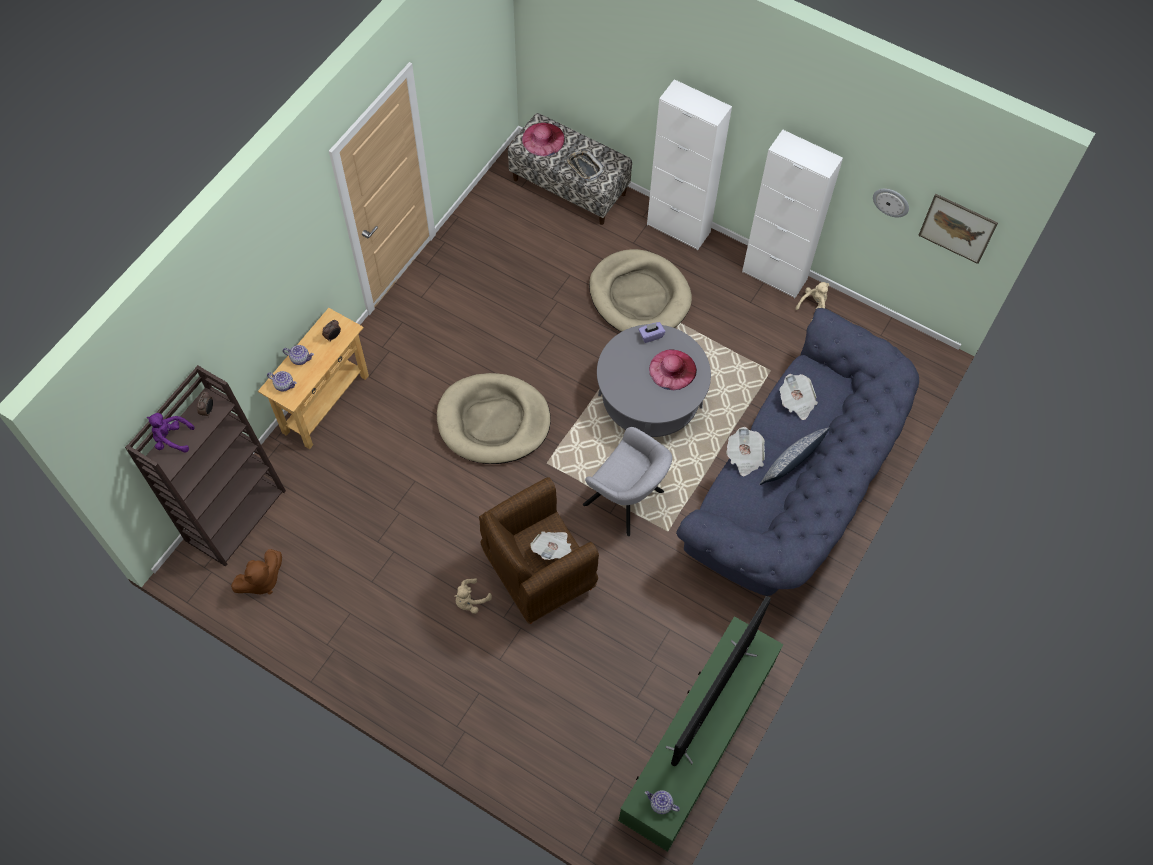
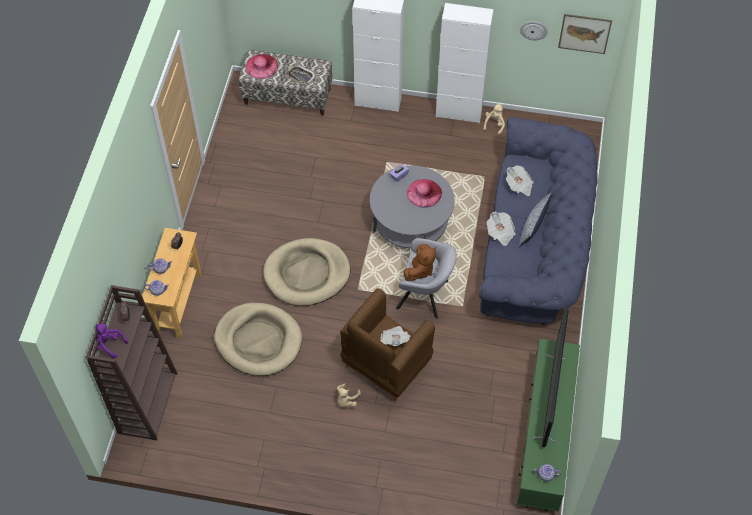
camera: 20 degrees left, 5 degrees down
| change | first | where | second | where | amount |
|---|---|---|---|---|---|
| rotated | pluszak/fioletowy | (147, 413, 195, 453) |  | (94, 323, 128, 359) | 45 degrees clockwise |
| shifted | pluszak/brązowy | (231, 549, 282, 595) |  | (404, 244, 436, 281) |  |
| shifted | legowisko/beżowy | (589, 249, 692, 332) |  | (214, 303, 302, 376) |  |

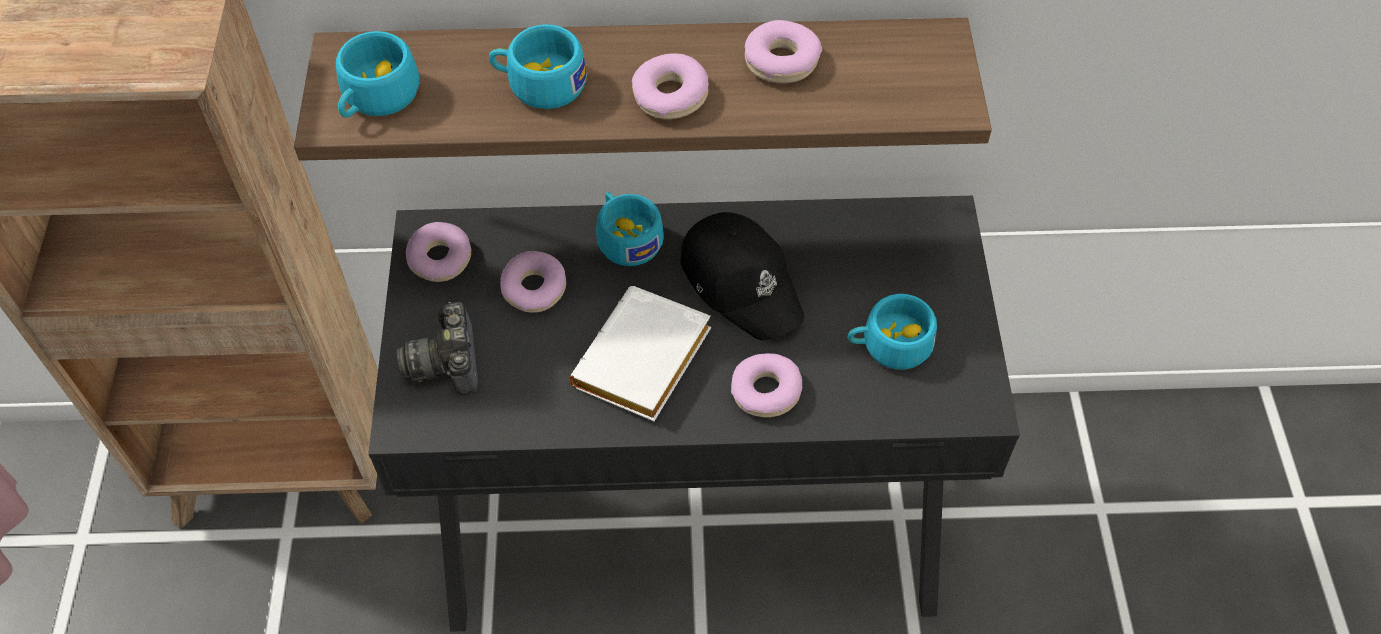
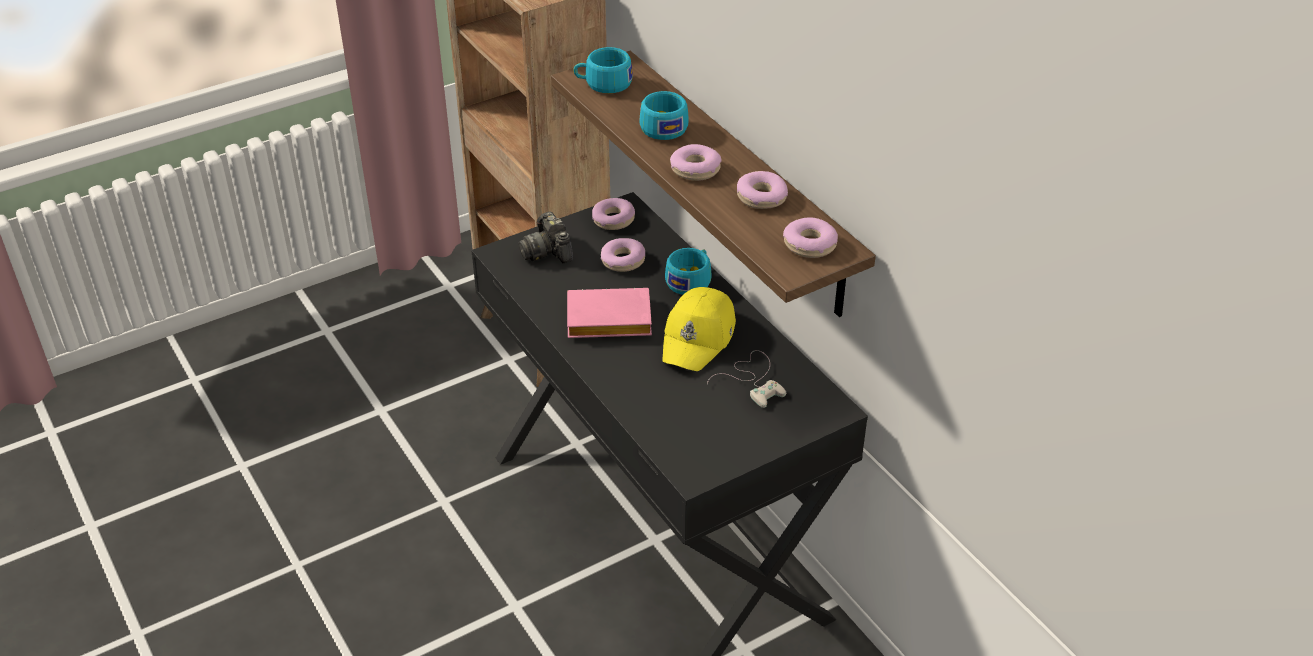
camera: 60 degrees right, 15 degrees down
| change | first | where | second | where | amount |
|---|---|---|---|---|---|
| rotated | aparat fotograficzny | (396, 302, 479, 395) |  | (518, 212, 573, 263) | 75 degrees counterclockwise |
| repainted | książka/biały | (569, 286, 711, 421) | książka/różowy | (567, 287, 652, 338) |  |
| repainted | czapka z daszkiem/czarny | (680, 212, 804, 340) | czapka z daszkiem/żółty | (662, 287, 736, 371) |  |
| shifted | donut | (731, 353, 802, 417) |  | (783, 217, 838, 258) |  |
| gone | filiżanka/turkusowy | (848, 294, 937, 370) |  |  |  |
| new |  |  | pad do gier/biały | (707, 350, 786, 408) |  |

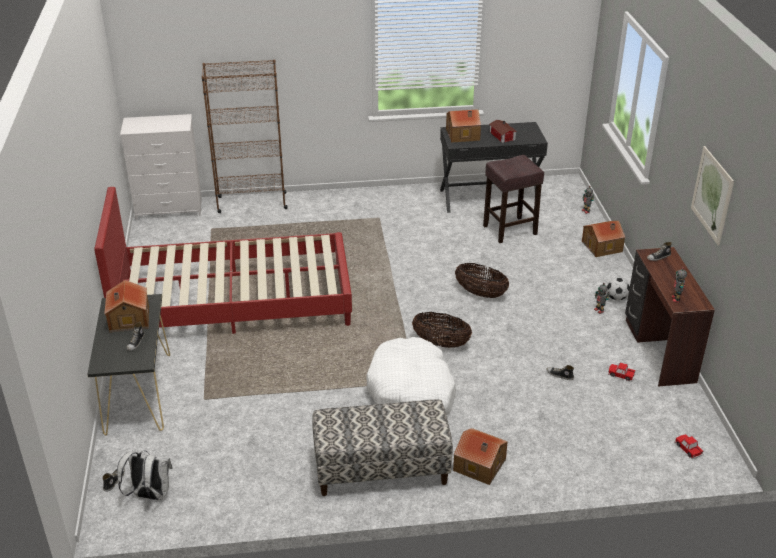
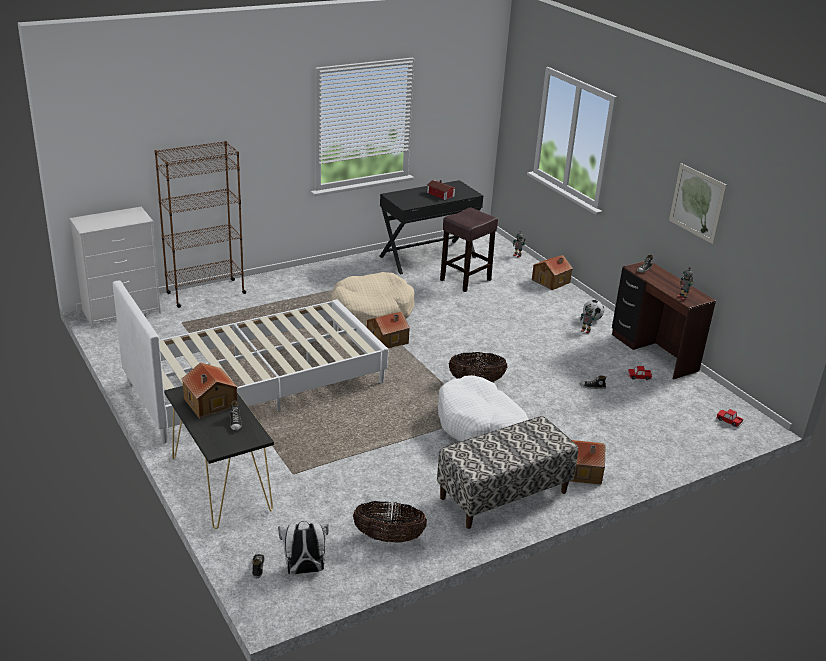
camera: 25 degrees left, 5 degrees down
| change | first | where | second | where | amount |
|---|---|---|---|---|---|
| repainted | łóżko/czerwony | (94, 187, 352, 334) | łóżko/biały | (113, 281, 388, 444) |  |
| shifted | domek | (446, 109, 481, 143) |  | (367, 312, 410, 348) |  |
| shifted | koszyk | (455, 263, 509, 298) |  | (353, 501, 427, 543) |  |
| new |  |  | legowisko/beżowy | (330, 272, 414, 327) |  |

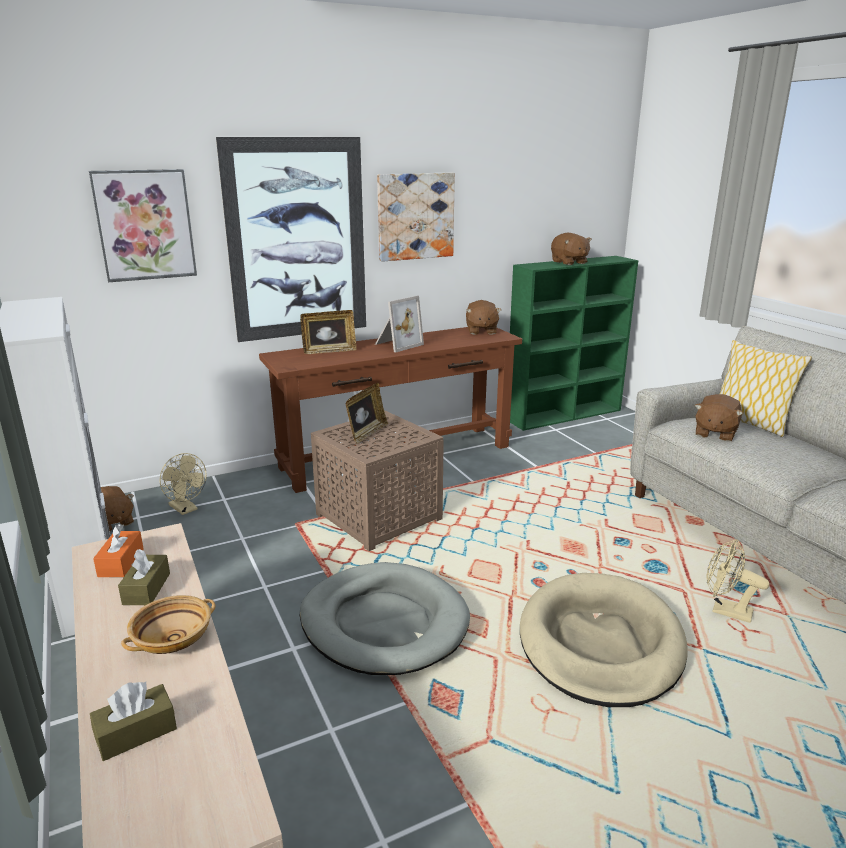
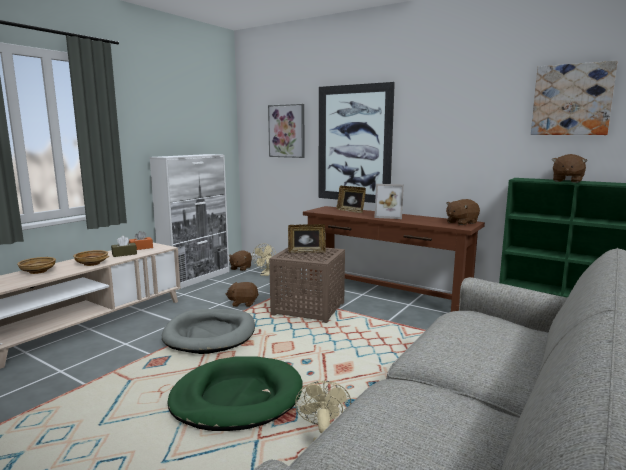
camera: 60 degrees right, 10 degrees down
| change | first | where | second | where | amount |
|---|---|---|---|---|---|
| swapped | pudełko chusteczek/brązowy | (90, 682, 177, 761) | miska/beżowy | (17, 257, 56, 274) |  |
| shifted | obraz | (377, 173, 455, 262) |  | (531, 61, 618, 135) |  |
| repainted | legowisko/beżowy | (520, 573, 688, 707) | legowisko/zielony | (168, 356, 302, 431) |  |
| shifted | pluszak/brązowy | (695, 394, 743, 441) |  | (226, 282, 259, 307) |  |
| gone | poduszka | (719, 340, 812, 437) |  |  |  |

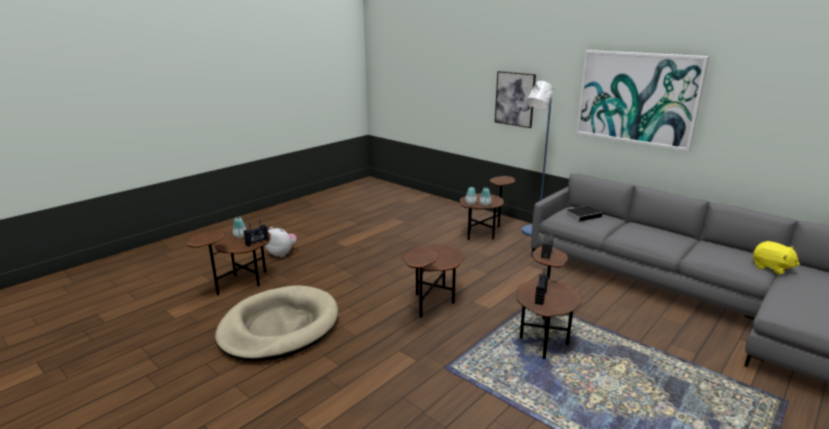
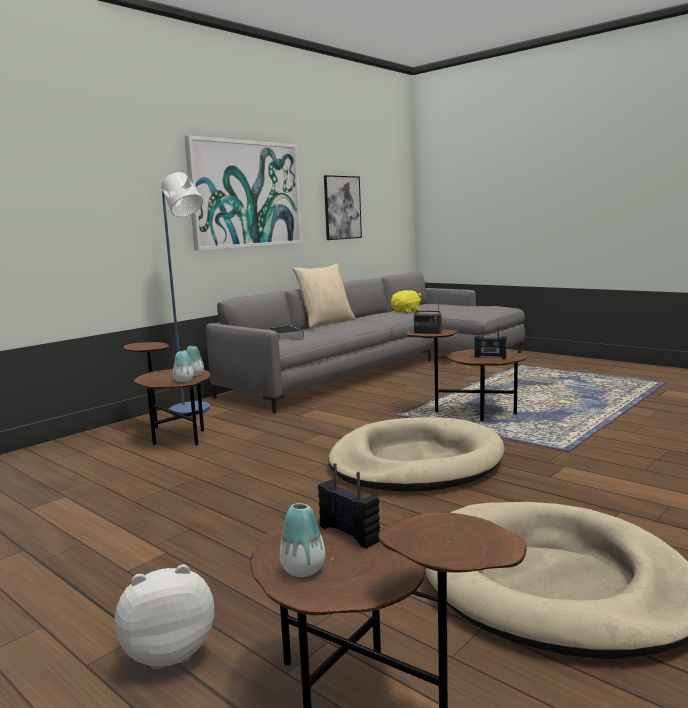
camera: 90 degrees left, 10 degrees down
| change | first | where | second | where | amount |
|---|---|---|---|---|---|
| rotated | pluszak | (265, 227, 297, 258) |  | (115, 564, 214, 669) | 45 degrees clockwise |
| swapped | stolik/brązowy | (402, 244, 465, 317) | legowisko/beżowy | (329, 418, 505, 492) |  |
| shifted | obraz | (495, 71, 536, 128) |  | (324, 175, 362, 240) |  |
| new |  |  | poduszka/beżowy | (293, 263, 356, 329) |  |

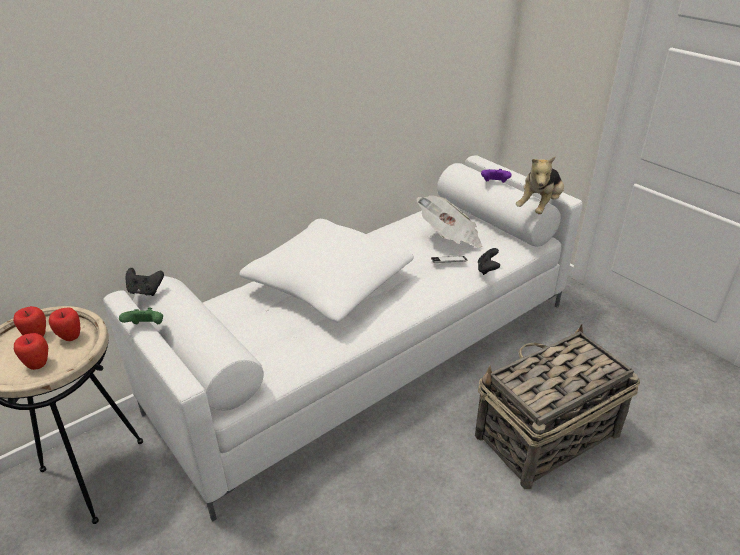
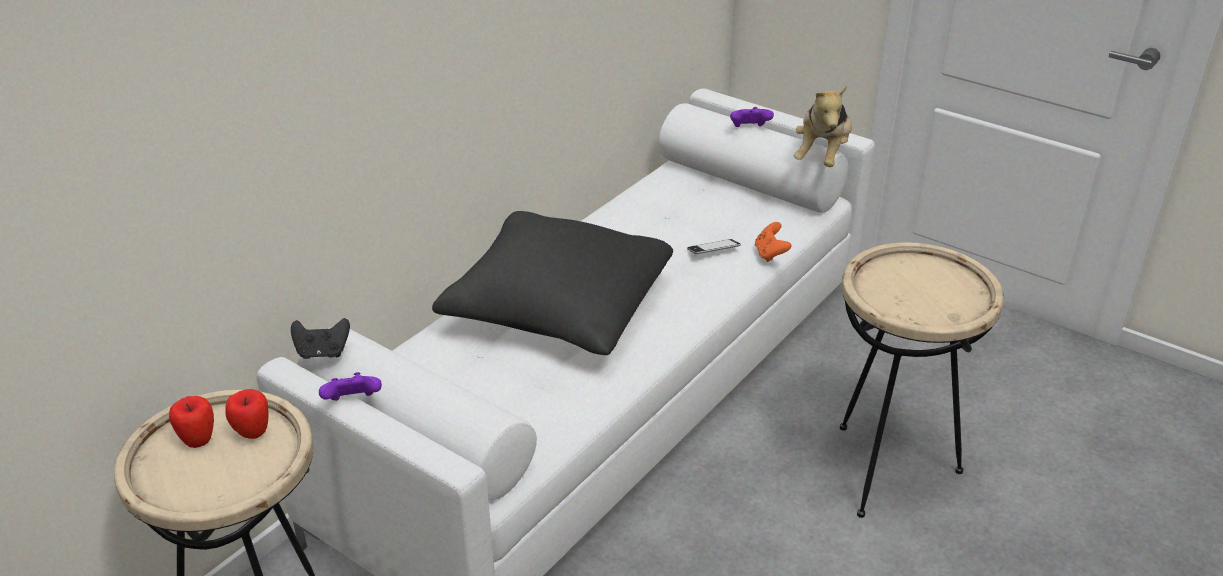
camera: 15 degrees left, 0 degrees up
| change | first | where | second | where | amount |
|---|---|---|---|---|---|
| gone | jabłko | (14, 333, 48, 370) |  |  |  |
| repainted | pad do gier/zielony | (119, 308, 163, 325) | pad do gier/fioletowy | (319, 372, 382, 401) |  |
| repainted | poduszka/biały | (240, 219, 414, 322) | poduszka/czarny | (432, 211, 673, 355) |  |
| gone | gazeta | (417, 195, 482, 248) |  |  |  |
| swapped | koszyk | (475, 324, 640, 489) | stolik/beżowy | (840, 242, 1004, 518) |  |
| repainted | pad do gier/czarny | (478, 248, 500, 275) | pad do gier/pomarańczowy | (755, 222, 791, 262) |  |

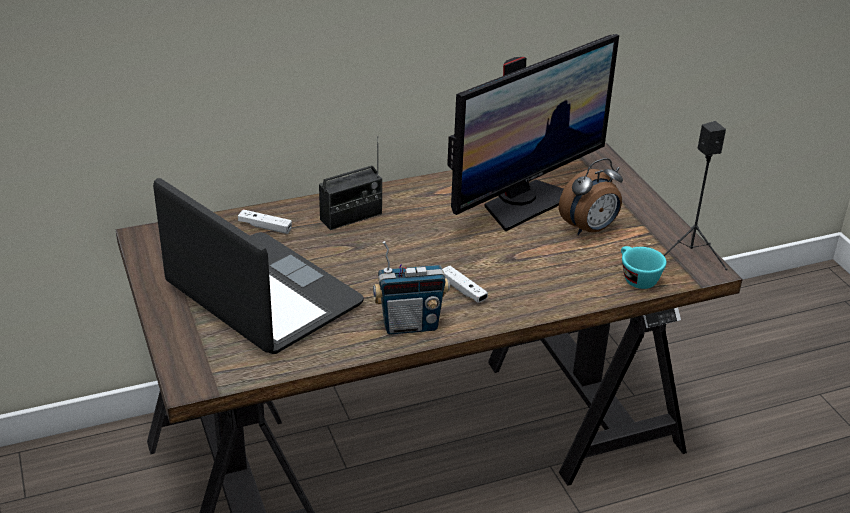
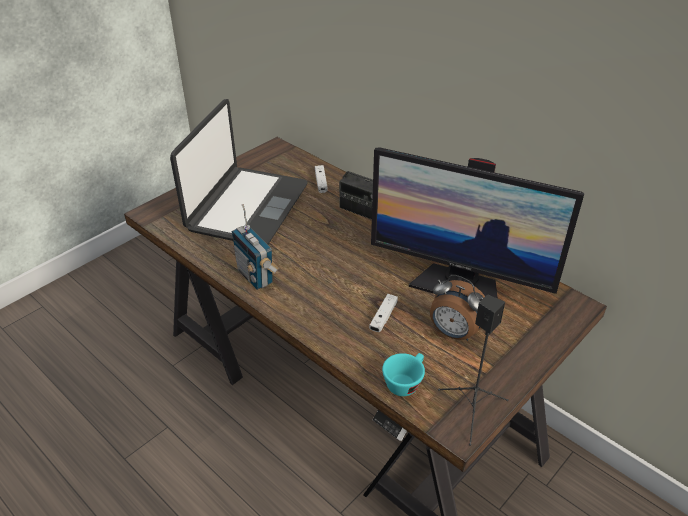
camera: 65 degrees right, 5 degrees up
| change | first | where | second | where | amount |
|---|---|---|---|---|---|
| shifted | pad do gier/biały | (442, 266, 488, 303) |  | (369, 294, 398, 332) |  |

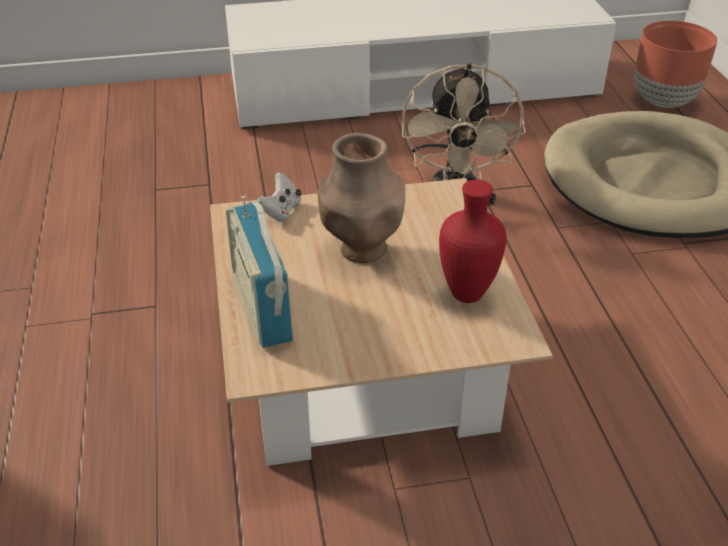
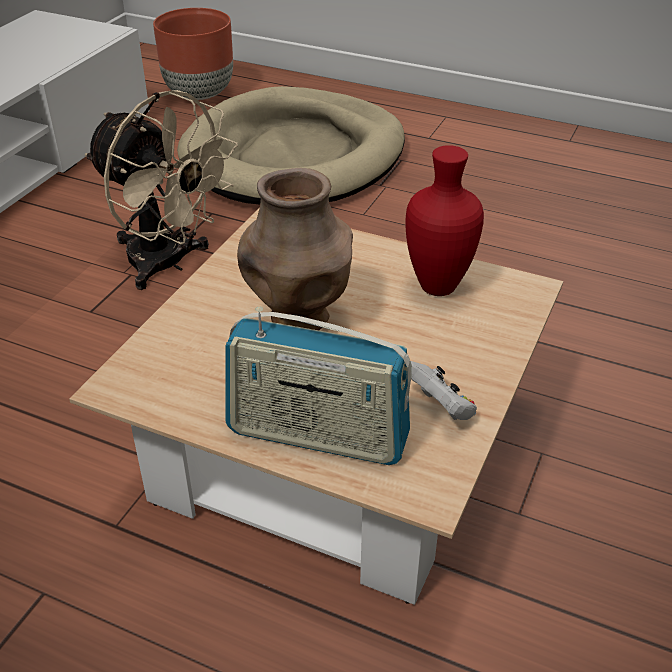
camera: 55 degrees left, 0 degrees up
| change | first | where | second | where | amount |
|---|---|---|---|---|---|
| shifted | pad do gier/biały | (256, 172, 302, 222) |  | (411, 361, 477, 420) |  |

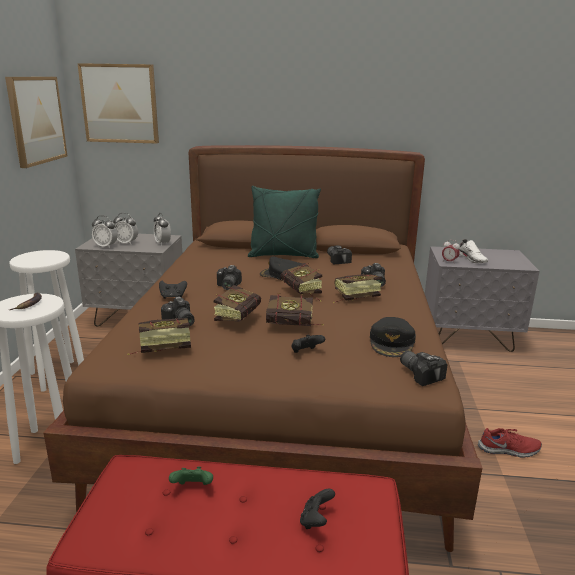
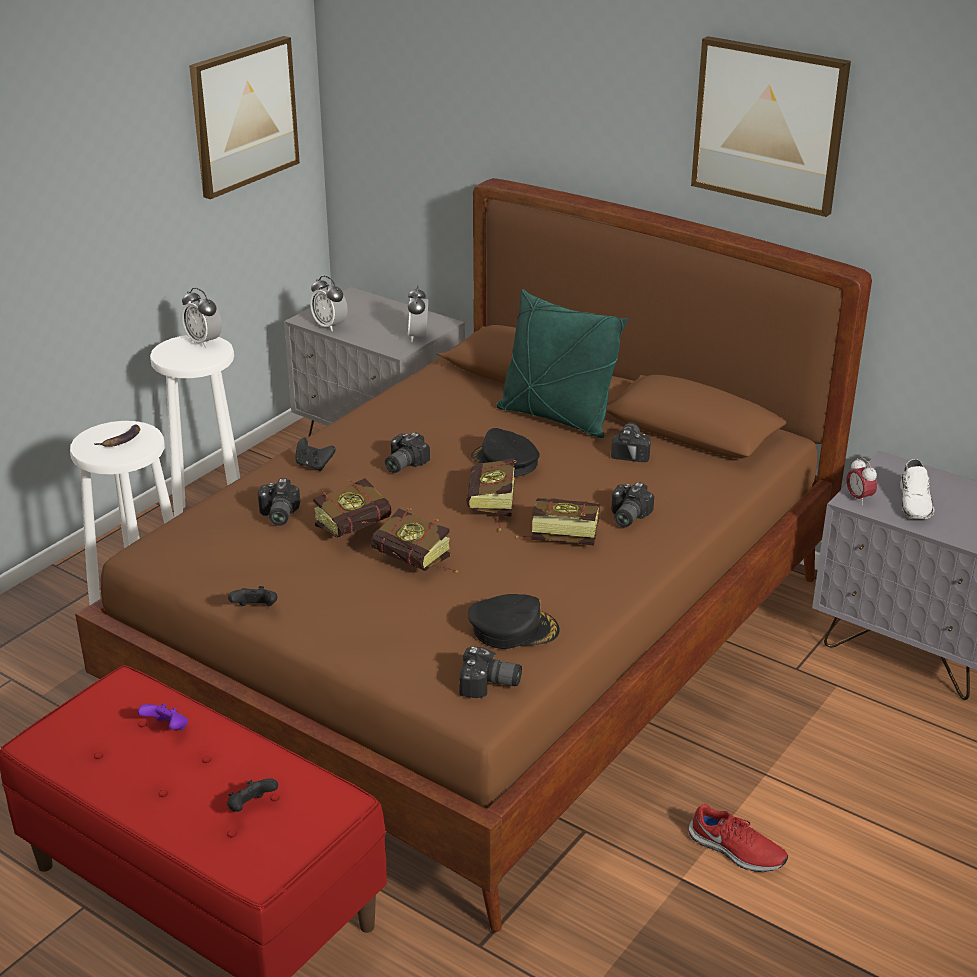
camera: 30 degrees right, 10 degrees up
| change | first | where | second | where | amount |
|---|---|---|---|---|---|
| shifted | obraz | (77, 63, 159, 144) |  | (691, 36, 851, 217) |  |
| shifted | budzik | (113, 213, 138, 245) |  | (182, 288, 222, 348) |  |
| gone | książka | (128, 318, 191, 355) |  |  |  |
| repainted | pad do gier/zielony | (169, 467, 213, 485) | pad do gier/fioletowy | (138, 703, 188, 730) |  |
| shifted | pad do gier/czarny | (291, 334, 325, 353) |  | (228, 586, 277, 607) |  |
| rotated | czapka z daszkiem/czarny | (370, 317, 416, 357) |  | (468, 594, 560, 649) | 135 degrees counterclockwise |
| rotated | aparat fotograficzny | (400, 351, 448, 386) |  | (459, 647, 522, 698) | 105 degrees clockwise |

